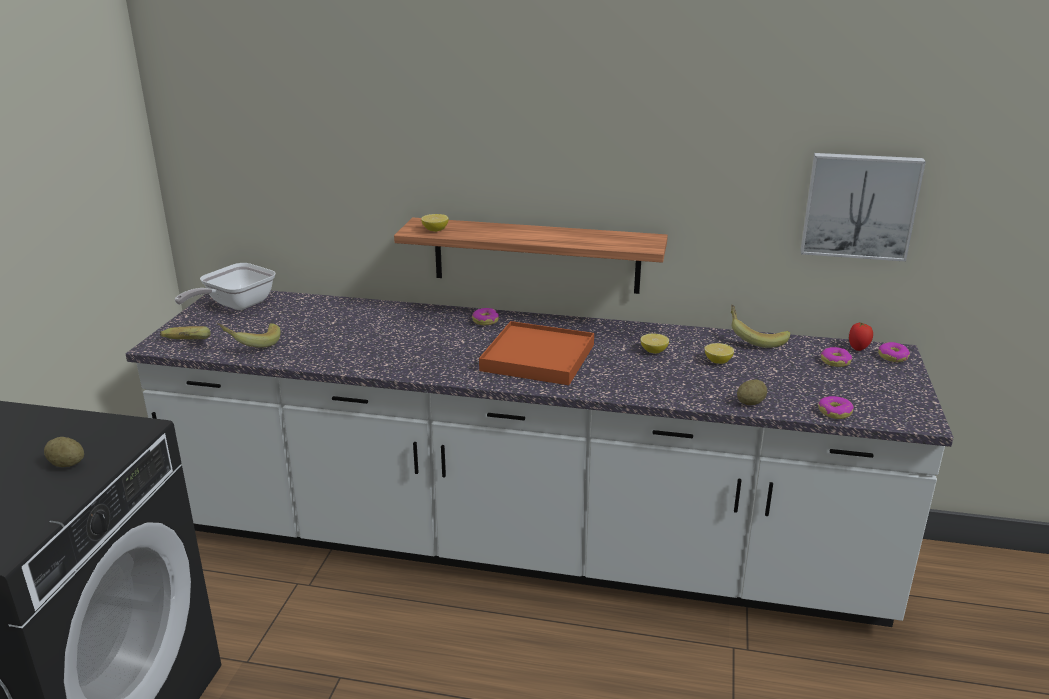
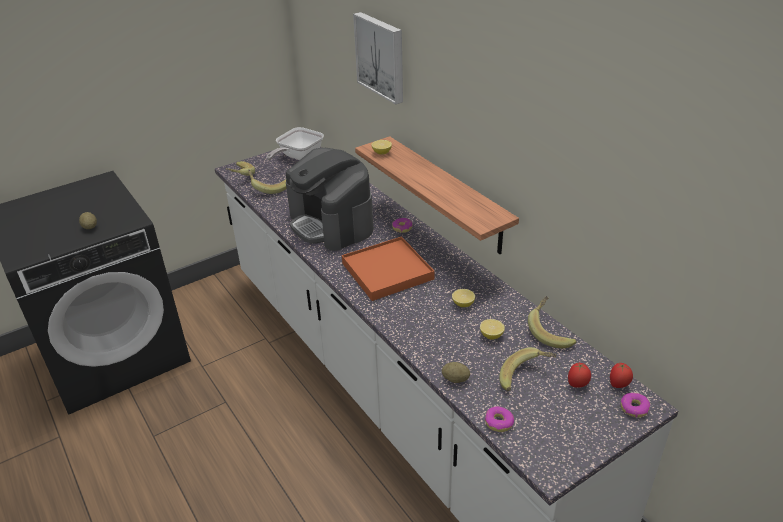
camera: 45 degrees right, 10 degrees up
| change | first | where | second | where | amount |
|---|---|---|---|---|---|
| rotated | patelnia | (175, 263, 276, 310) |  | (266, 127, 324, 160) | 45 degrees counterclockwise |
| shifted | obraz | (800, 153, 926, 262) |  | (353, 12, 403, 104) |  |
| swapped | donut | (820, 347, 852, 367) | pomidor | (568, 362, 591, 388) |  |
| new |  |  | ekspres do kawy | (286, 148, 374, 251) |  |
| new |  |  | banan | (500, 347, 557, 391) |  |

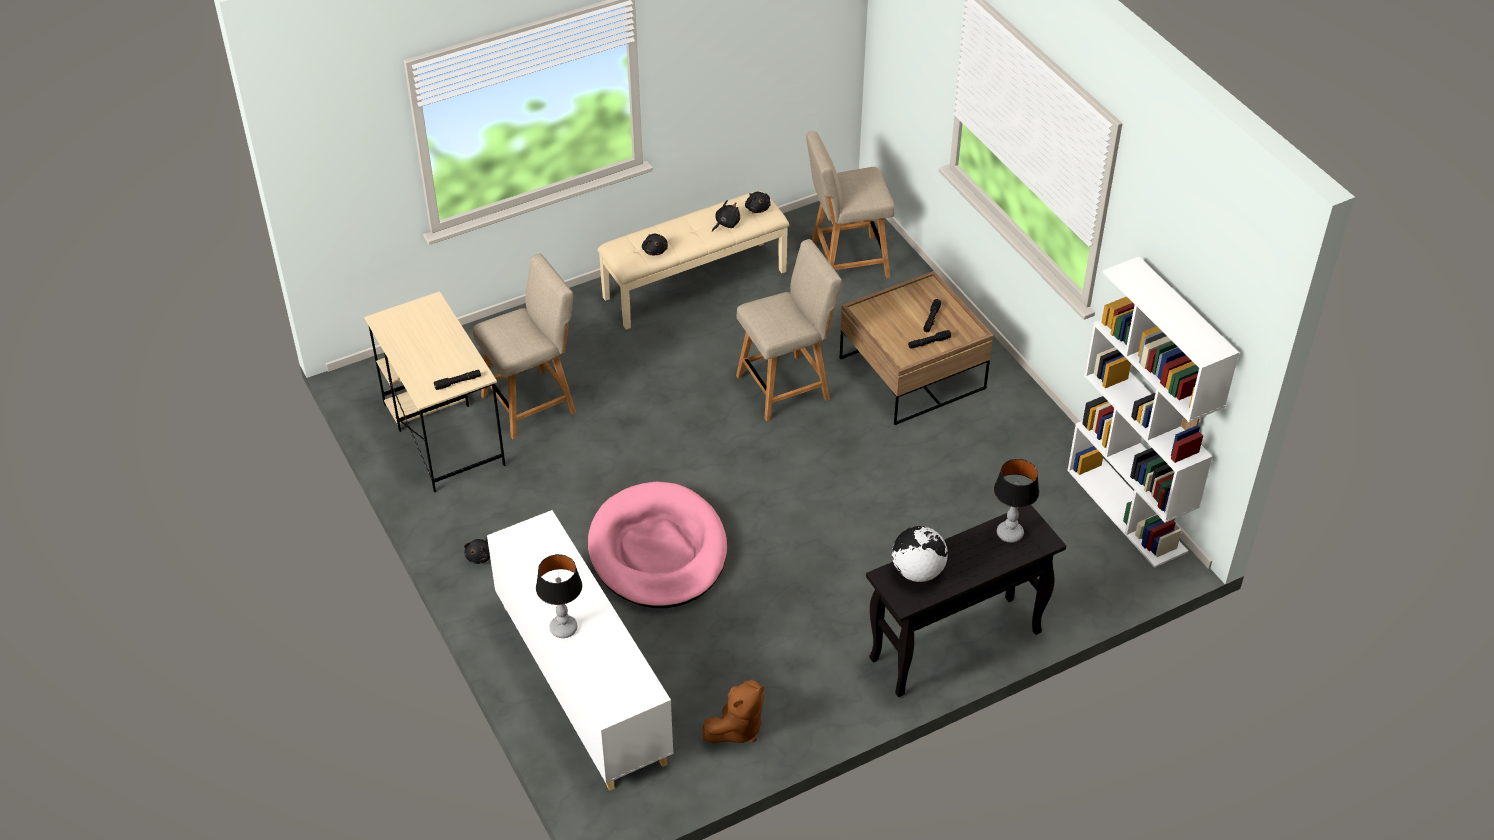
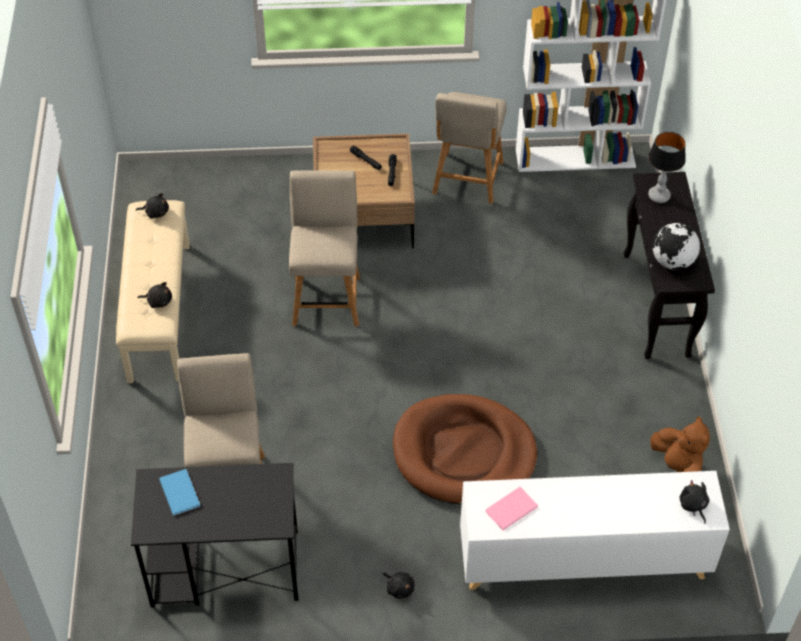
camera: 65 degrees left, 5 degrees up
| change | first | where | second | where | amount |
|---|---|---|---|---|---|
| repainted | biurko/beżowy | (364, 291, 506, 492) | biurko/czarny | (131, 463, 299, 607) |  |
| gone | latarka/czarny | (434, 370, 481, 390) |  |  |  |
| gone | lampa stołowa | (536, 554, 582, 638) |  |  |  |
| repainted | legowisko/różowy | (588, 482, 727, 608) | legowisko/brązowy | (393, 394, 537, 505) |  |
| shifted | pluszak/czarny | (712, 200, 740, 232) |  | (680, 480, 710, 523) |  |
| shifted | krzesło/beżowy | (806, 131, 895, 278) |  | (432, 92, 507, 204) |  |
| new |  |  | książka/niebieski | (159, 469, 200, 516) |  |
| new |  |  | książka/różowy | (486, 487, 538, 530) |  |

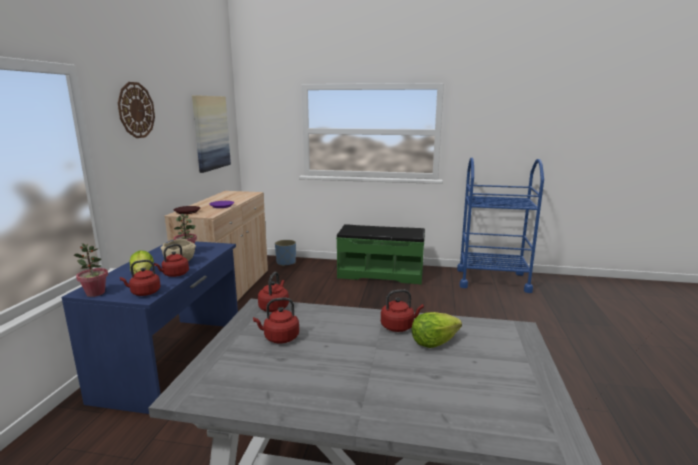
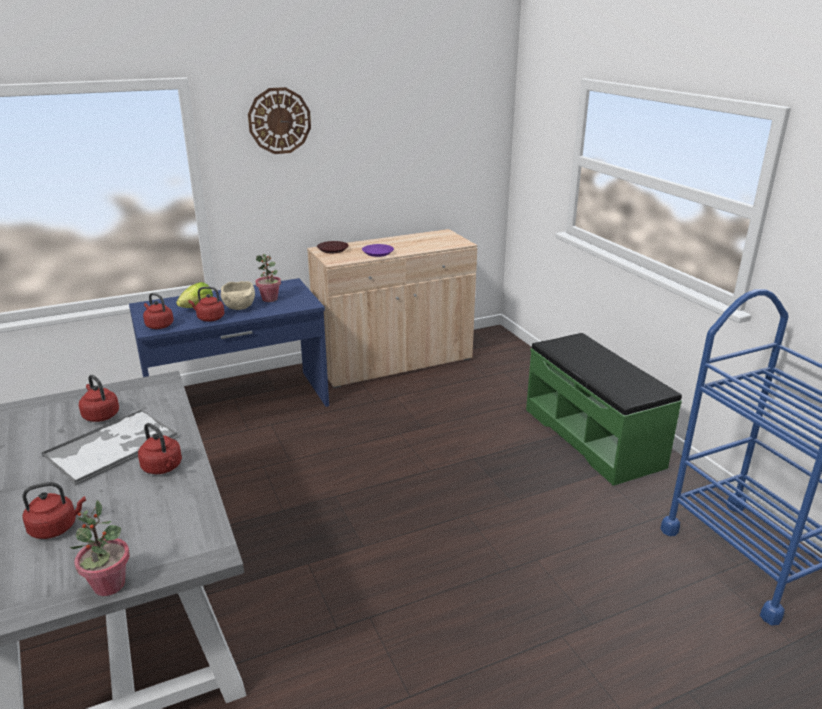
camera: 55 degrees right, 10 degrees up
| change | first | where | second | where | amount |
|---|---|---|---|---|---|
| shifted | roślina doniczkowa | (74, 243, 108, 297) |  | (70, 500, 130, 596) |  |
| gone | obraz | (192, 95, 231, 173) |  |  |  |
| shifted | czajnik/czerwony | (258, 272, 289, 312) |  | (22, 482, 86, 539) |  |
| gone | donica/niebieski | (275, 240, 296, 266) |  |  |  |
| gone | sałata | (412, 312, 462, 348) |  |  |  |
| new |  |  | taca | (42, 409, 179, 486) |  |

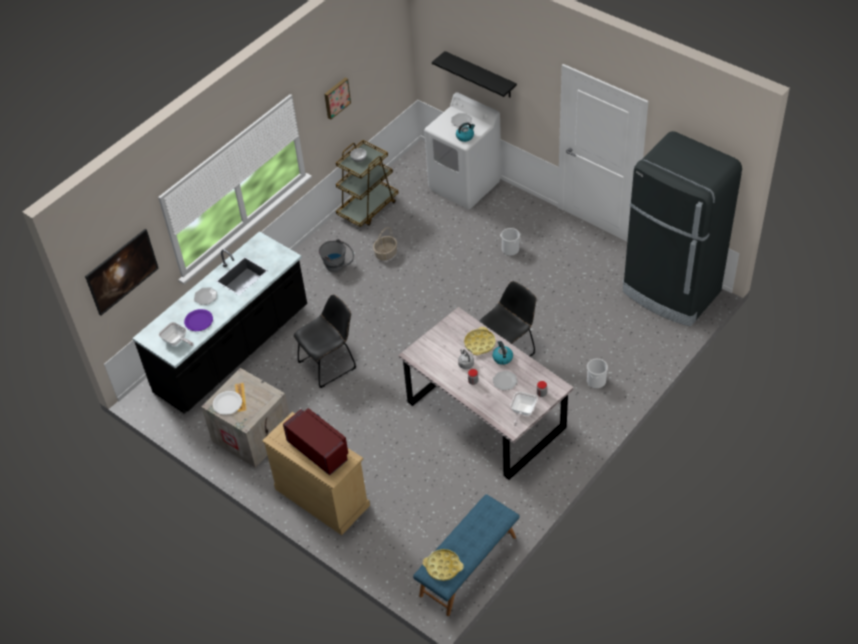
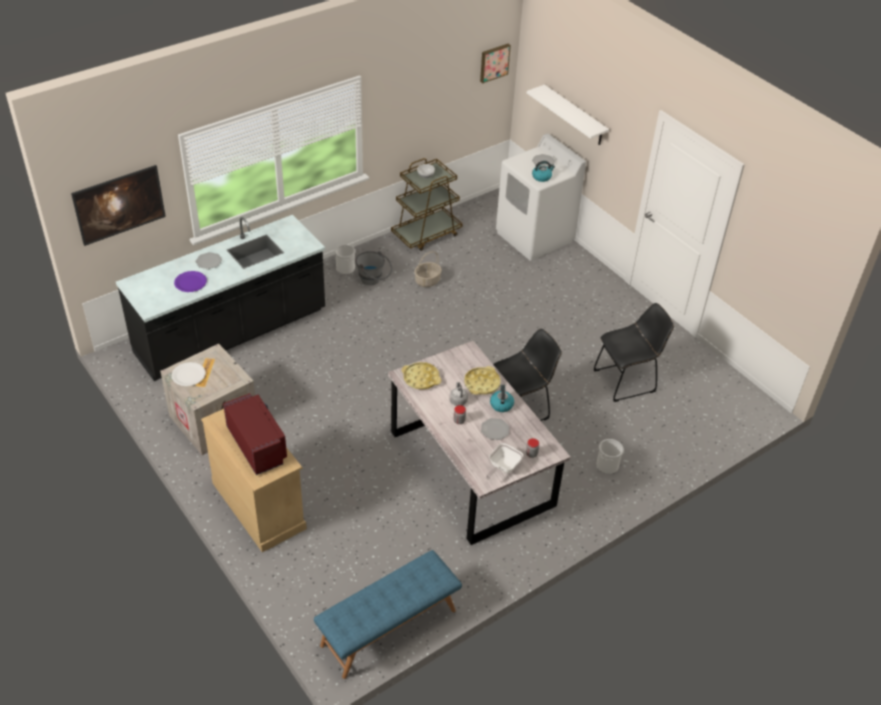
camera: 10 degrees right, 5 degrees down
| change | first | where | second | where | amount |
|---|---|---|---|---|---|
| gone | patelnia | (159, 322, 194, 346) |  |  |  |
| shifted | krzesło/czarny | (294, 294, 356, 388) |  | (593, 303, 674, 402) |  |
| shifted | obraz | (324, 78, 351, 120) |  | (480, 44, 511, 83) |  |
| shifted | taca/żółty | (423, 549, 464, 581) |  | (402, 362, 442, 390) |  |
| repainted | półka/czarny | (432, 51, 517, 97) | półka/biały | (527, 84, 609, 145) |  |
| shifted | wiadro | (500, 228, 521, 256) |  | (335, 244, 356, 274) |  |
| gone | lodówka/czarny | (623, 131, 742, 326) |  |  |  |

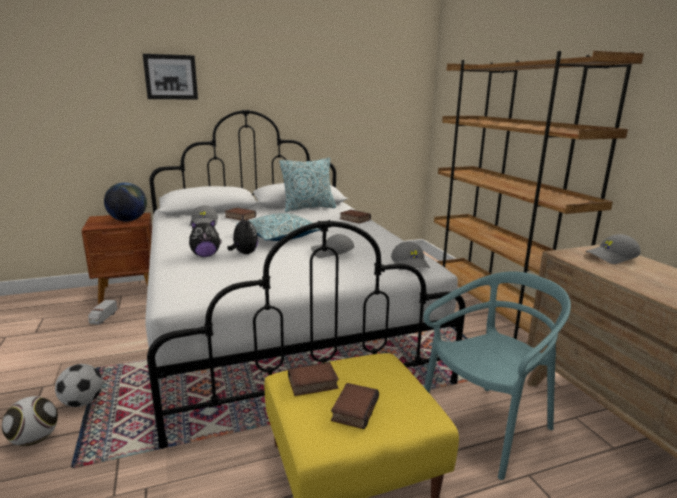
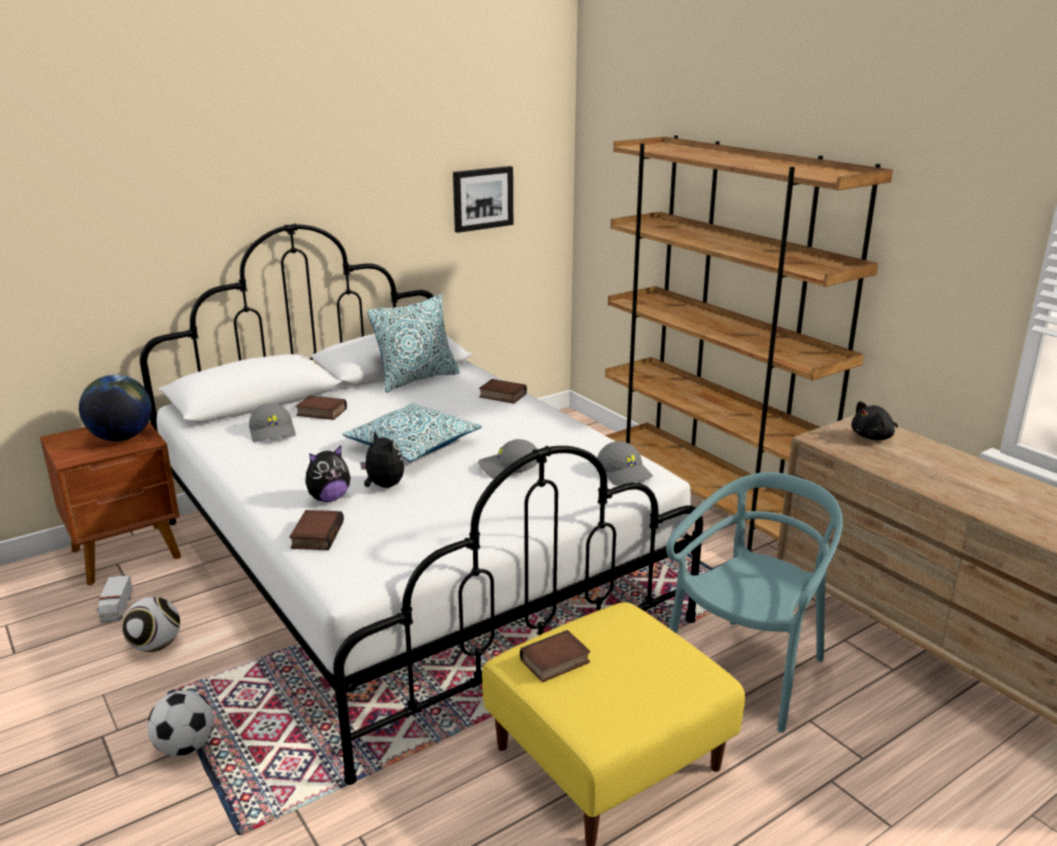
camera: 15 degrees left, 5 degrees up
| change | first | where | second | where | amount |
|---|---|---|---|---|---|
| shifted | piłka futbolowa | (2, 396, 58, 446) |  | (122, 597, 180, 652) |  |
| shifted | obraz | (143, 54, 198, 100) |  | (453, 166, 513, 233) |  |
| shifted | książka | (331, 383, 379, 429) |  | (289, 510, 344, 550) |  |
| swapped | czapka z daszkiem/szary | (586, 234, 641, 264) | pluszak/czarny | (852, 401, 898, 440) |  |

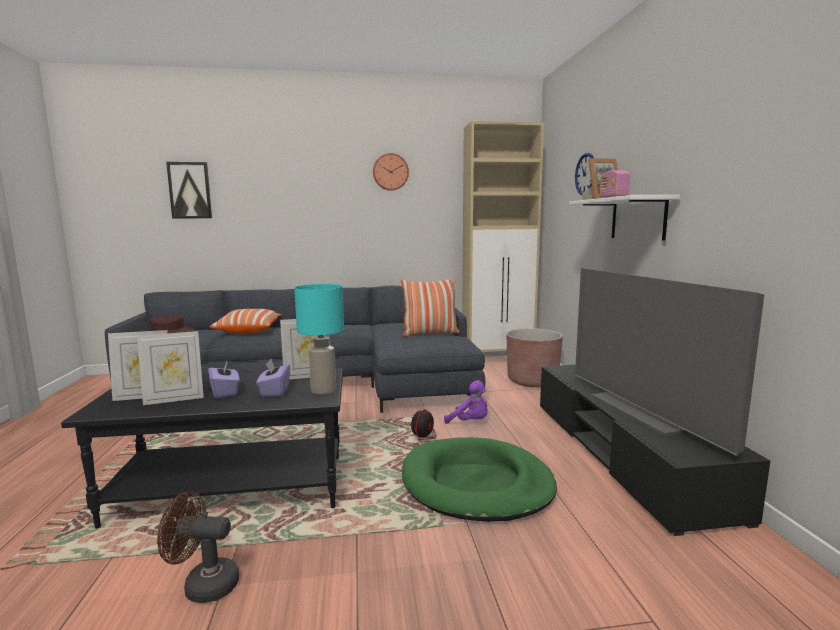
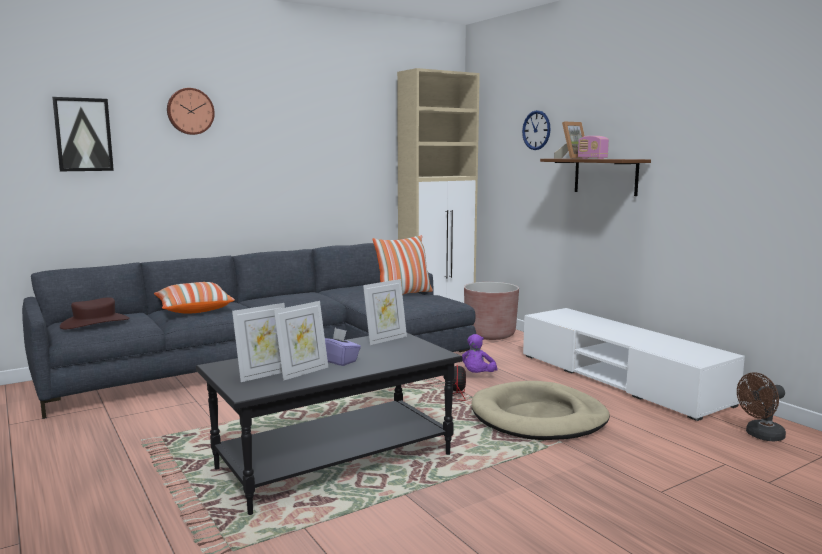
camera: 25 degrees left, 0 degrees up
| change | first | where | second | where | amount |
|---|---|---|---|---|---|
| shifted | wentylator/brązowy | (157, 491, 239, 603) |  | (737, 372, 786, 441) |  |
| gone | pudełko chusteczek/fioletowy | (256, 359, 290, 397) |  |  |  |
| gone | lampa stołowa/turkusowy | (294, 284, 344, 395) |  |  |  |
| shifted | zegar ścienny | (373, 153, 409, 191) |  | (167, 88, 215, 135) |  |
| repainted | legowisko/zielony | (402, 437, 557, 522) | legowisko/beżowy | (471, 381, 610, 440) |  |
| rotated | pluszak/fioletowy | (444, 380, 488, 424) |  | (462, 334, 497, 373) | 105 degrees clockwise |
| repainted | szafka pod telewizor/czarny | (540, 365, 770, 536) | szafka pod telewizor/biały | (523, 308, 745, 421) |  |
| repainted | półka/biały | (569, 195, 680, 241) | półka/brązowy | (540, 158, 651, 196) |  |
| gone | telewizor | (575, 268, 764, 456) |  |  |  |

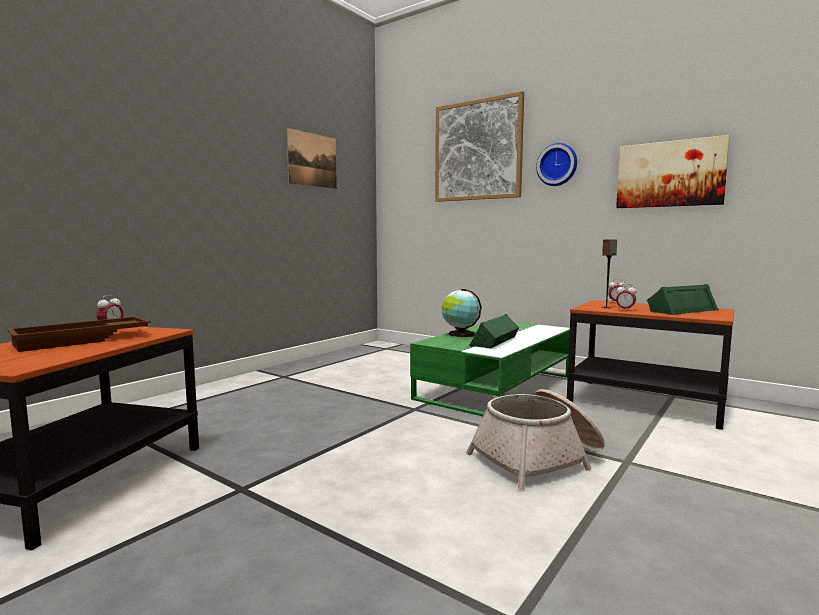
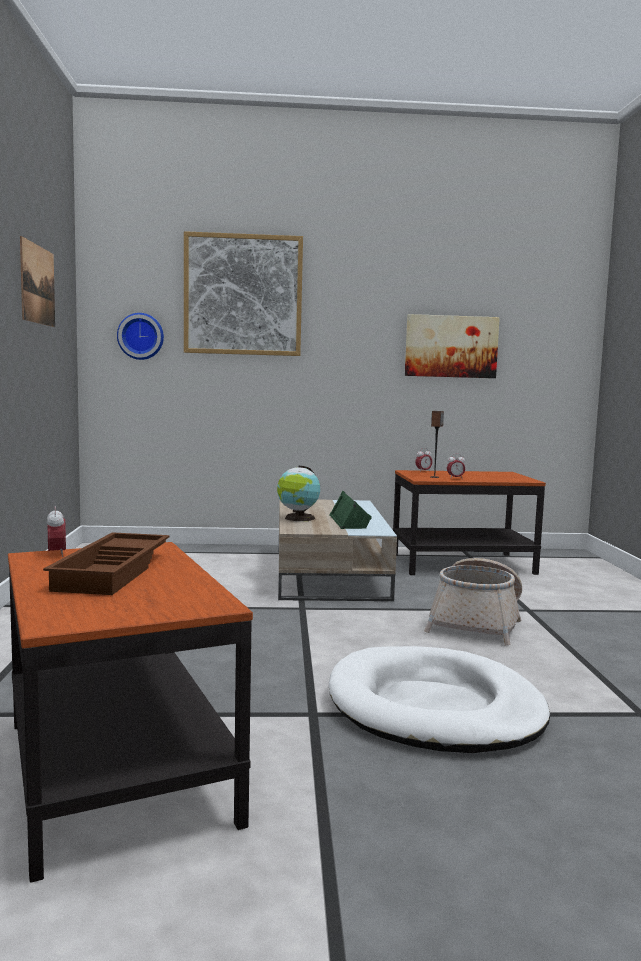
camera: 40 degrees left, 0 degrees up
| change | first | where | second | where | amount |
|---|---|---|---|---|---|
| repainted | ława/zielony | (410, 322, 570, 416) | ława/beżowy | (278, 499, 397, 601) |  |
| shifted | zegar ścienny | (536, 143, 577, 186) |  | (117, 313, 164, 360) |  |
| gone | głośnik/zielony | (647, 284, 719, 315) |  |  |  |
| new |  |  | legowisko/biały | (329, 646, 550, 753) |  |

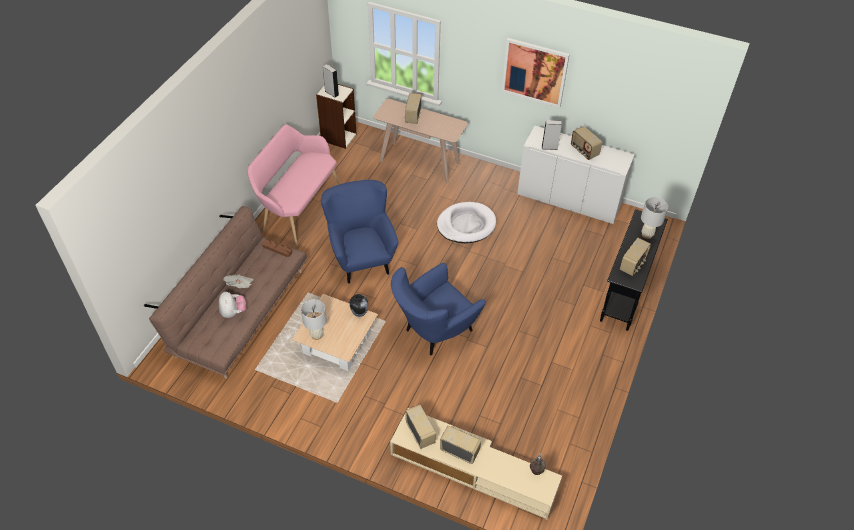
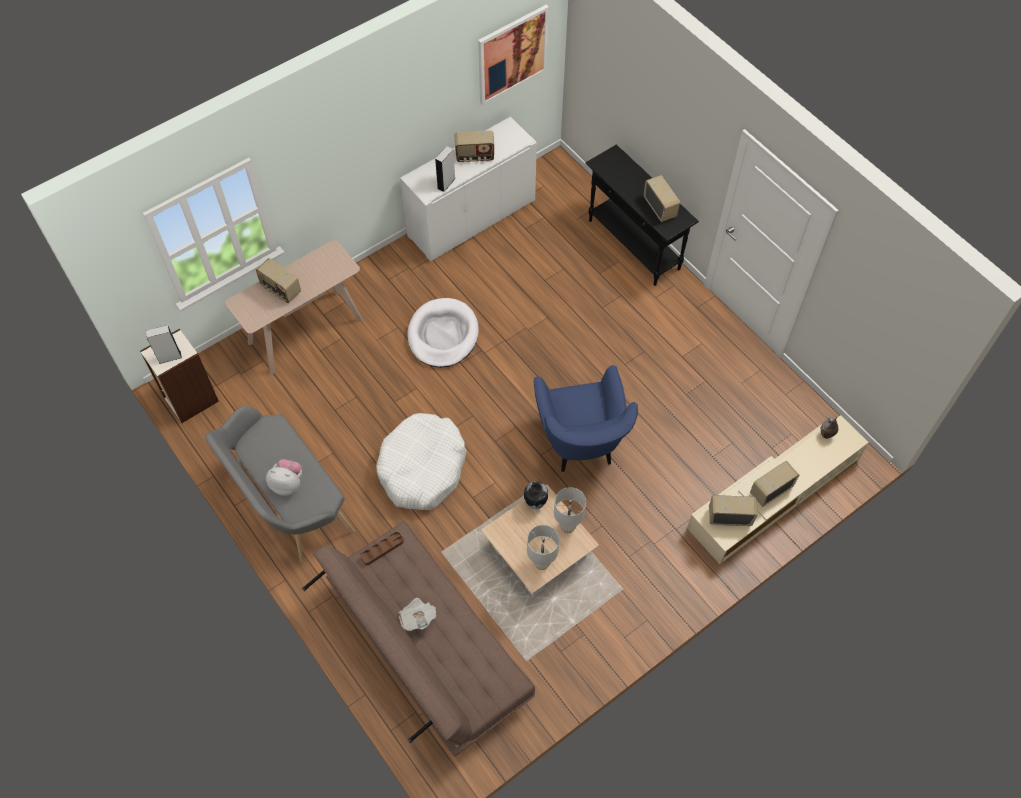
camera: 60 degrees left, 10 degrees up
| change | first | where | second | where | amount |
|---|---|---|---|---|---|
| shifted | pluszak | (219, 291, 246, 318) |  | (266, 459, 302, 496) |  |
| repainted | ławka/różowy | (247, 125, 340, 245) | ławka/szary | (205, 406, 355, 562) |  |
| swapped | fotel/niebieski | (321, 180, 399, 284) | legowisko/biały | (376, 413, 467, 510) |  |
| shifted | obraz | (502, 38, 570, 108) |  | (478, 5, 549, 106) |  |
| shifted | lampa stołowa/biały | (641, 197, 668, 239) |  | (554, 487, 586, 533) |  |

